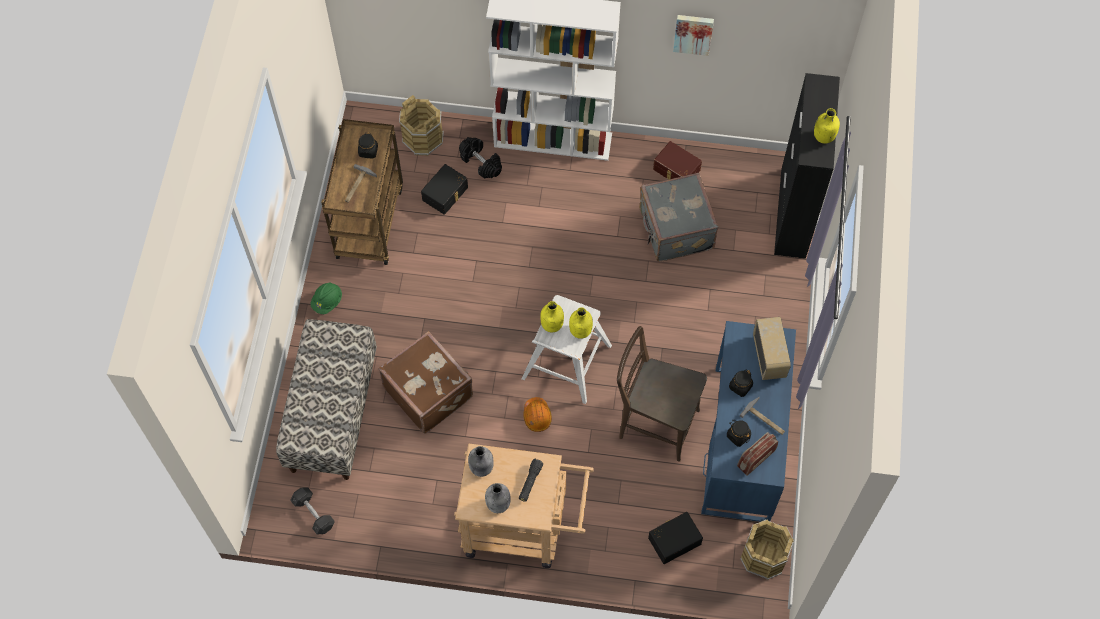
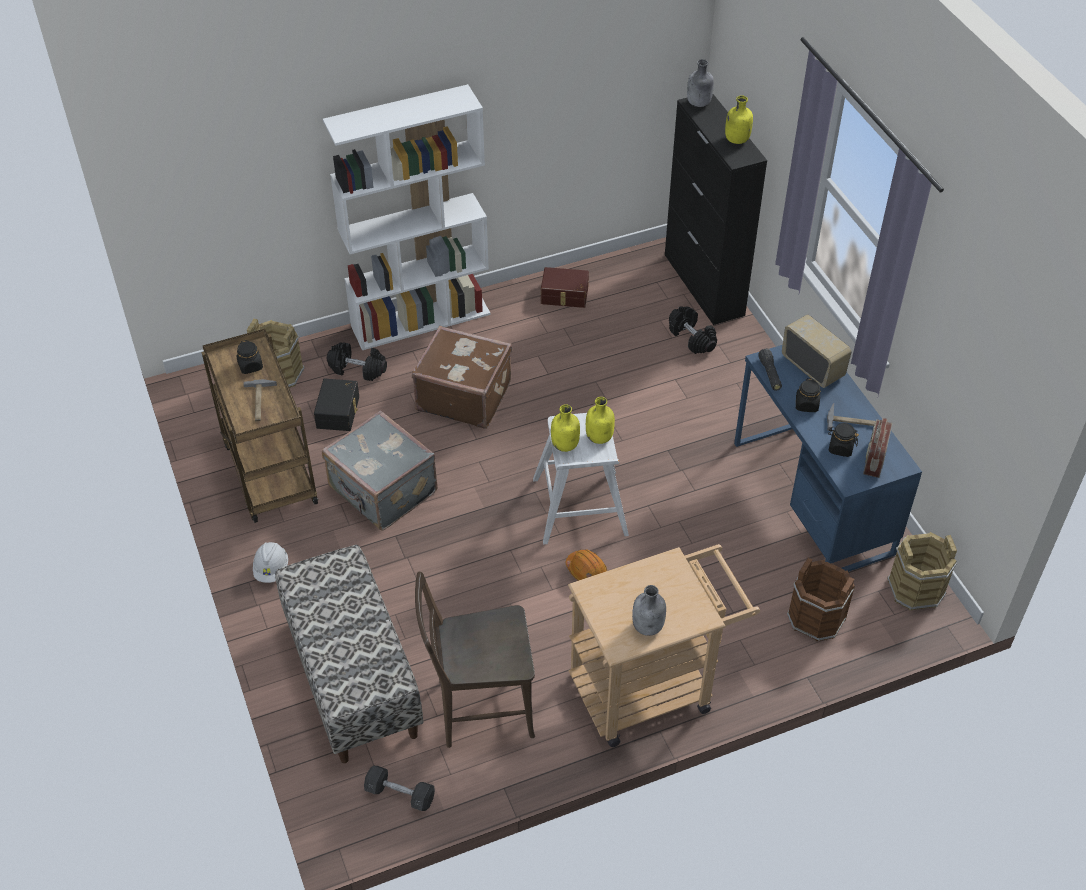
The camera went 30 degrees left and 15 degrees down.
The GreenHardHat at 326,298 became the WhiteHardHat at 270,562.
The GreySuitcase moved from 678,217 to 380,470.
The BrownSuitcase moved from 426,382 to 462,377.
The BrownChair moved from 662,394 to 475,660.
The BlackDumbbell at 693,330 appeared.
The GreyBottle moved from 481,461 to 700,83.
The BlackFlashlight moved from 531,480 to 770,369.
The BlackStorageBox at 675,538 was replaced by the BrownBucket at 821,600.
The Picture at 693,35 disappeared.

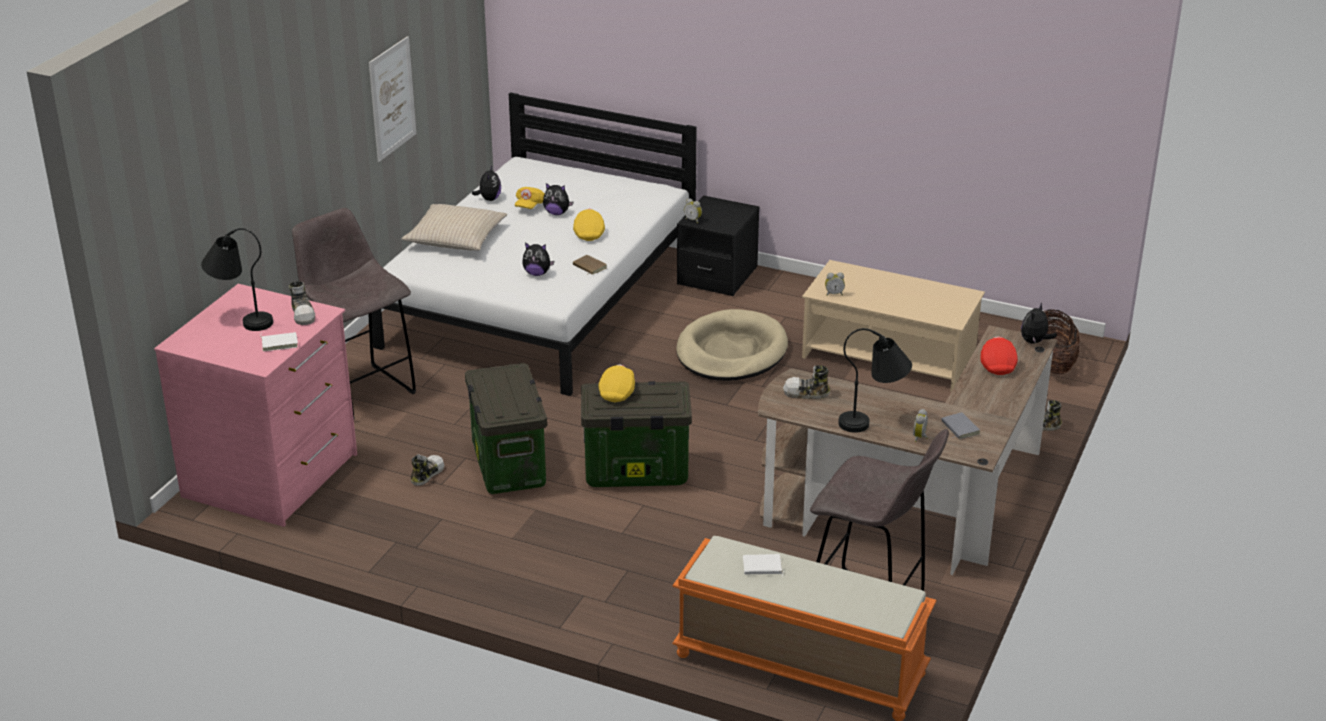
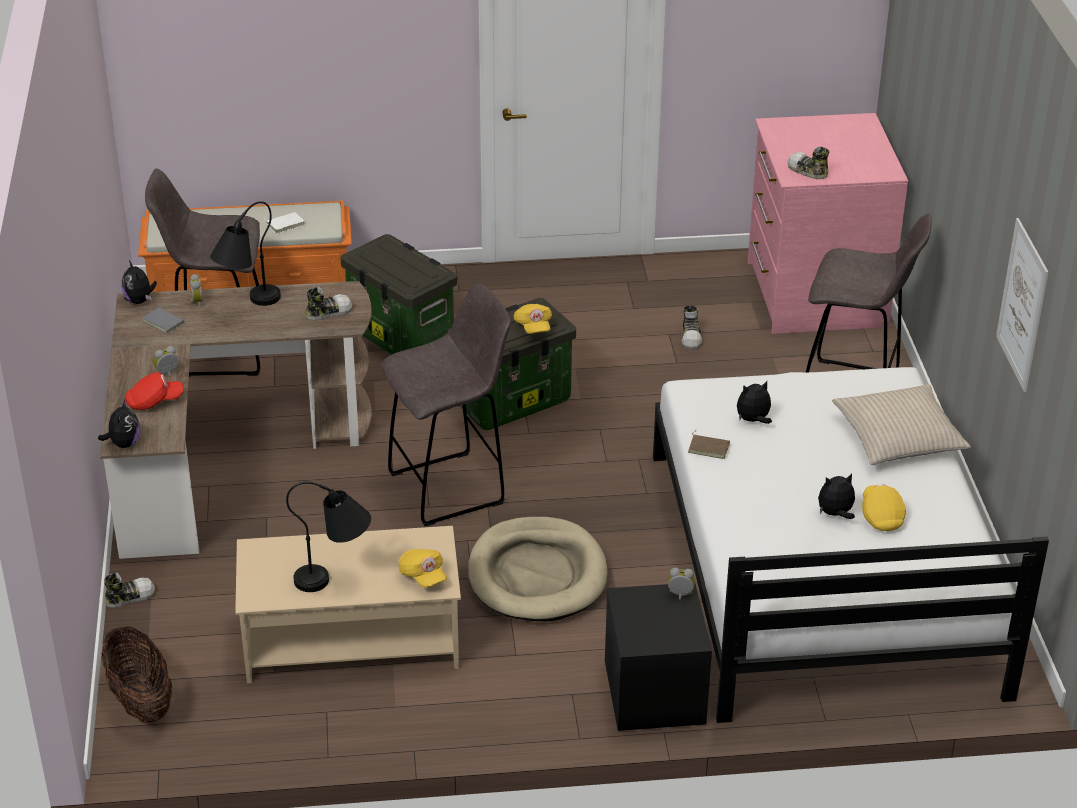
The camera went 150 degrees right and 5 degrees up.
The PlushToy moved from 486,183 to 139,282.
The RedCap at 999,356 turned 75 degrees counterclockwise.
The AlarmClock moved from 835,284 to 166,362.
The BlackTableLamp moved from 237,279 to 328,537.
The StorageBox moved from 506,428 to 398,294.
The GreyStool at 445,405 appeared.
The YellowCap moved from 589,225 to 423,568.
The WhiteBook at 279,341 disappeared.

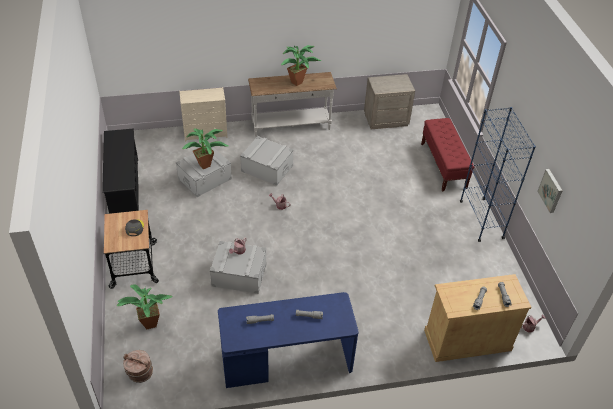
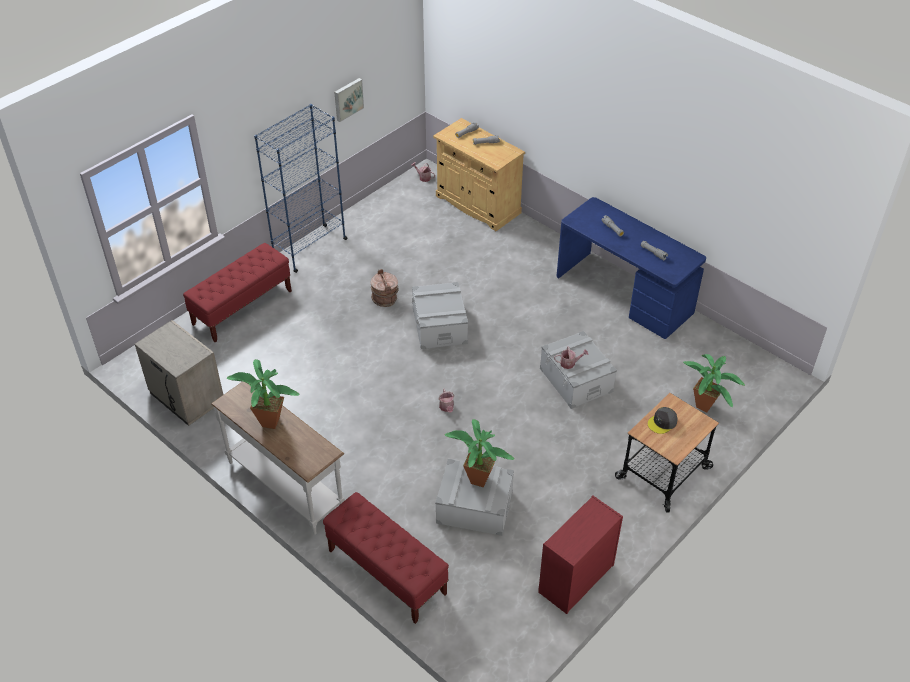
The camera went 125 degrees left and 0 degrees up.
The BeigeDresser at 203,114 was replaced by the RedBench at 386,558.
The BrownBucket moved from 138,366 to 385,288.
The GreyStorageBox moved from 267,161 to 440,315.
The BlackShoeRack at 120,171 was replaced by the RedDresser at 580,555.

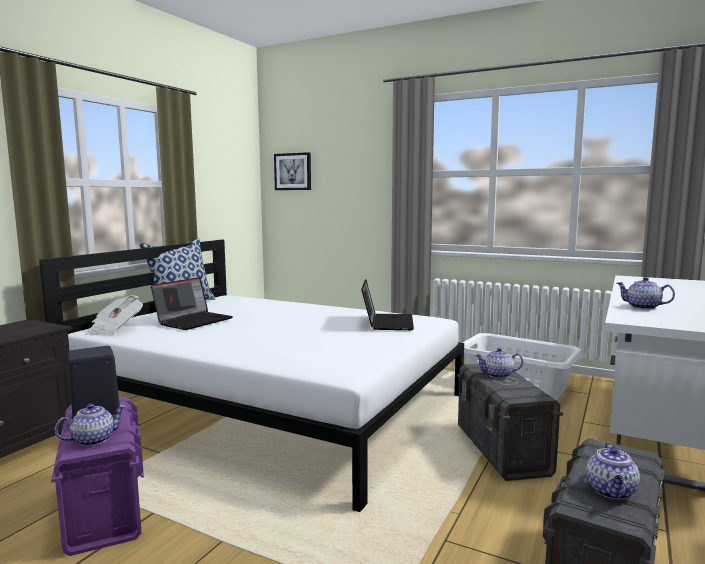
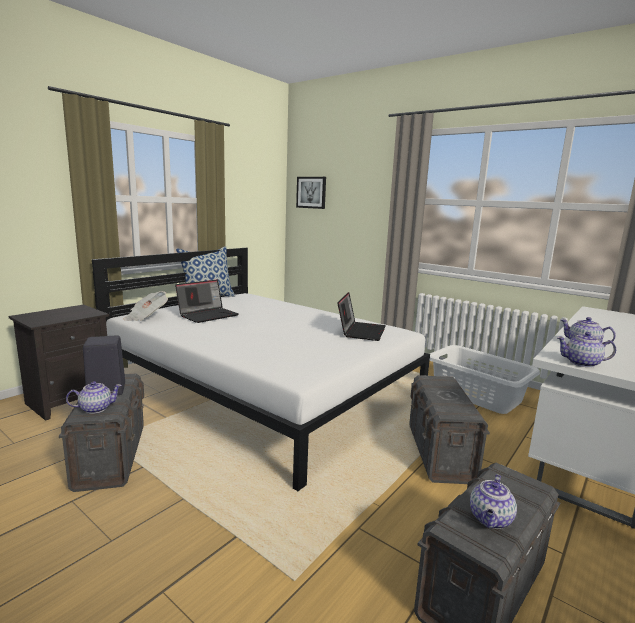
The camera went 10 degrees right and 5 degrees up.
The PurpleStorageBox at 97,476 became the GreyStorageBox at 101,433.
The Teapot moved from 499,363 to 586,350.

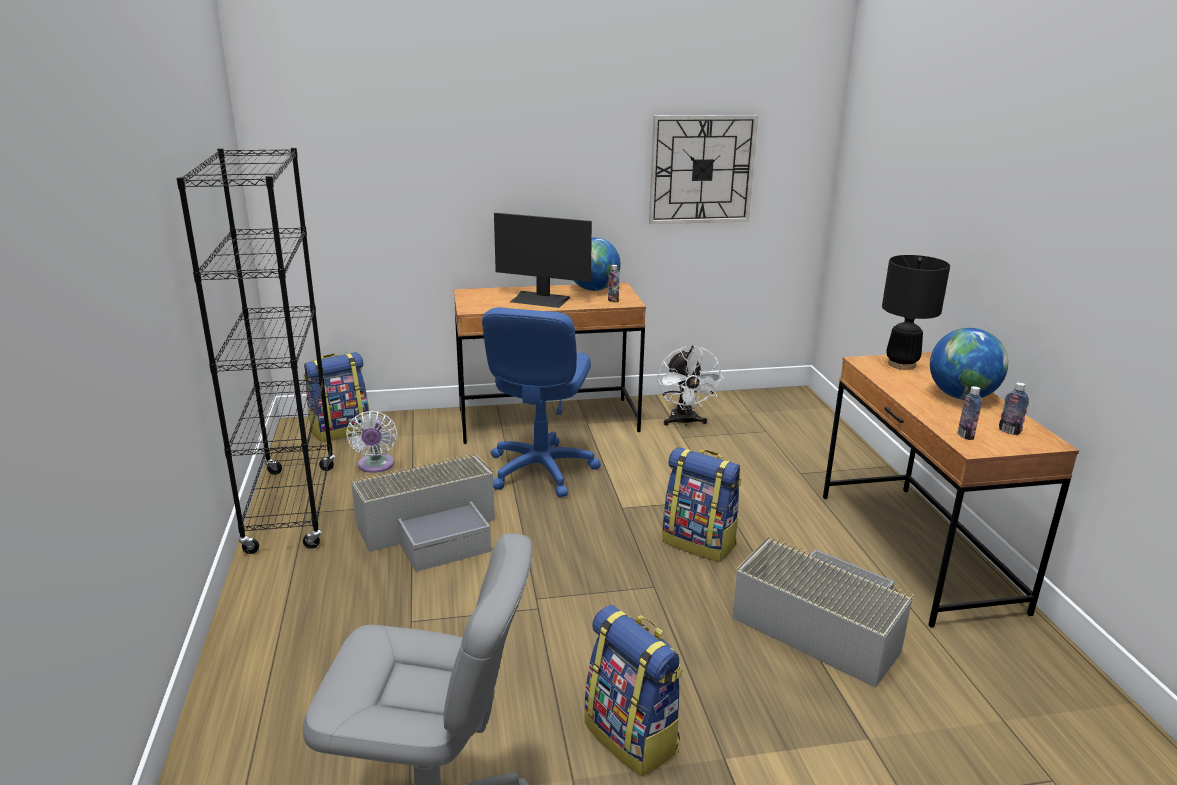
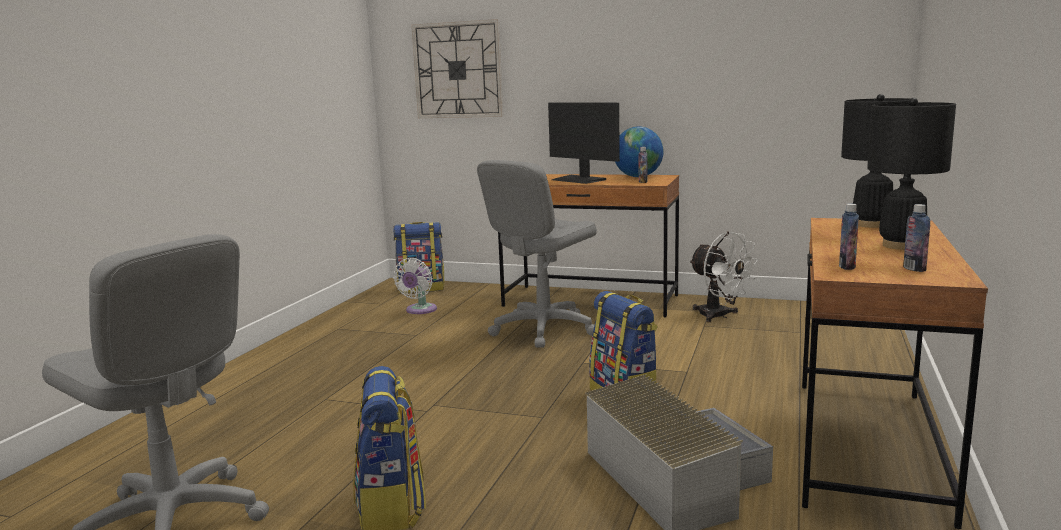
The camera went 30 degrees right and 10 degrees down.
The WallClock moved from 703,169 to 457,68.
The BlueOfficeChair at 541,402 became the GreyOfficeChair at 537,254.
The WhiteFan at 691,386 turned 60 degrees counterclockwise.
The Globe at 969,364 was replaced by the BlackTableLamp at 911,174.
The BlackBookcase at 255,351 disappeared.
The GreyStorageBox at 423,512 disappeared.

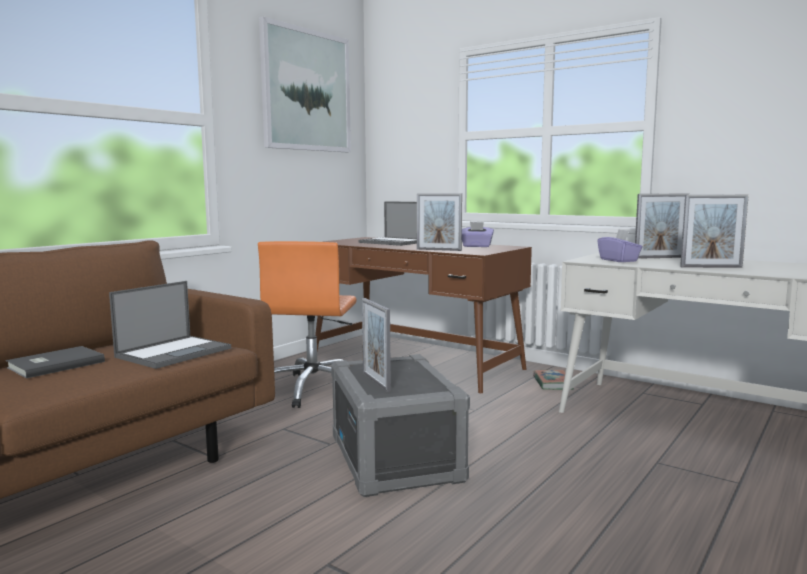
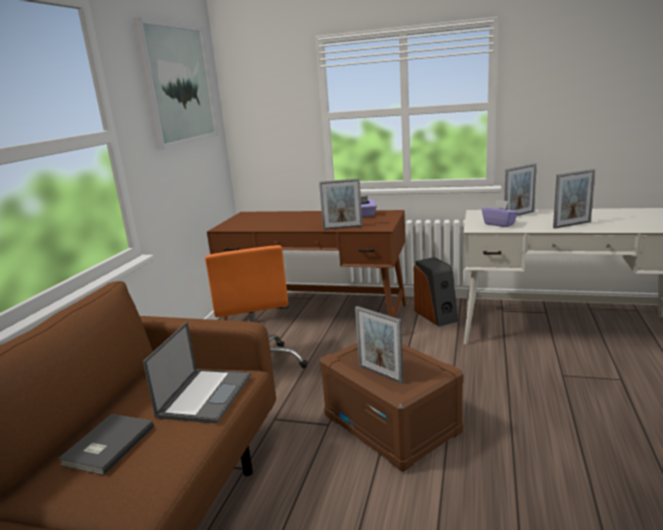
The camera went 20 degrees left and 10 degrees up.
The GreyStorageBox at 400,425 became the BrownStorageBox at 392,407.
The Book at 553,380 was replaced by the Speaker at 435,291.
The Laptop at 387,223 disappeared.

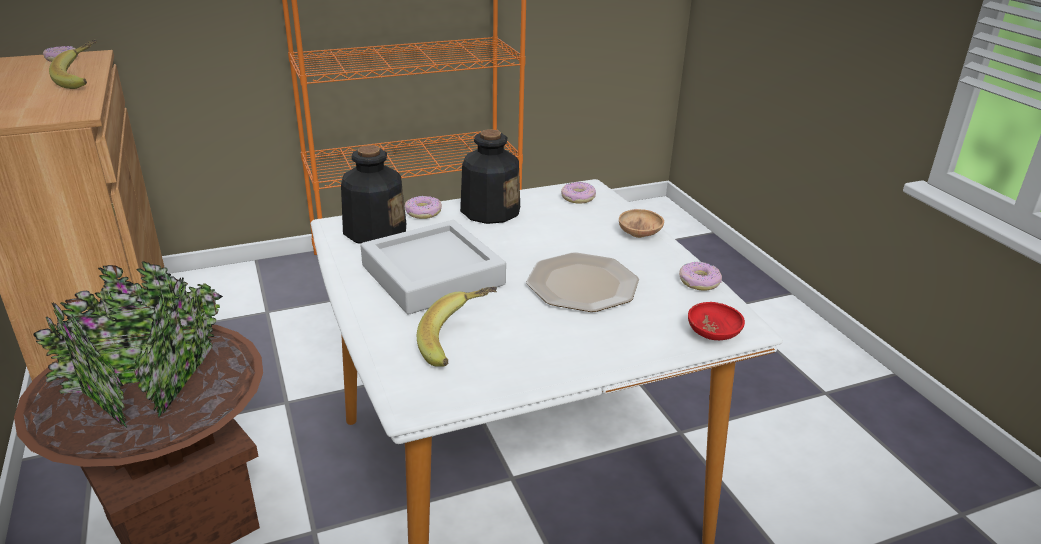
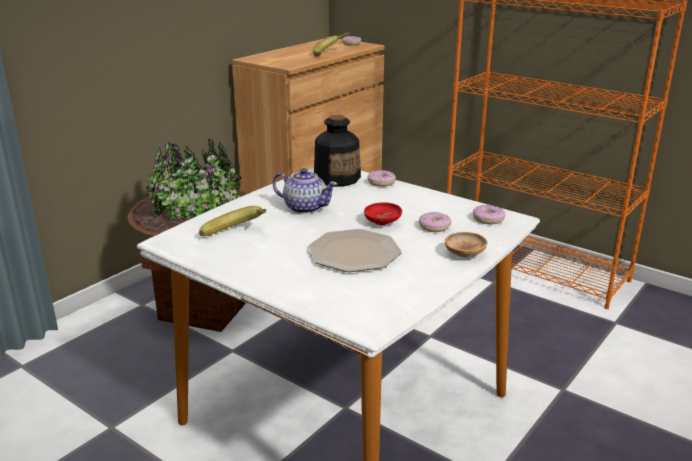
The camera went 60 degrees right and 5 degrees down.
The GreyTray at 433,267 was replaced by the Teapot at 305,191.
The RedBowl moved from 716,321 to 383,213.
The Donut moved from 700,276 to 434,222.
The Bottle at 490,176 disappeared.

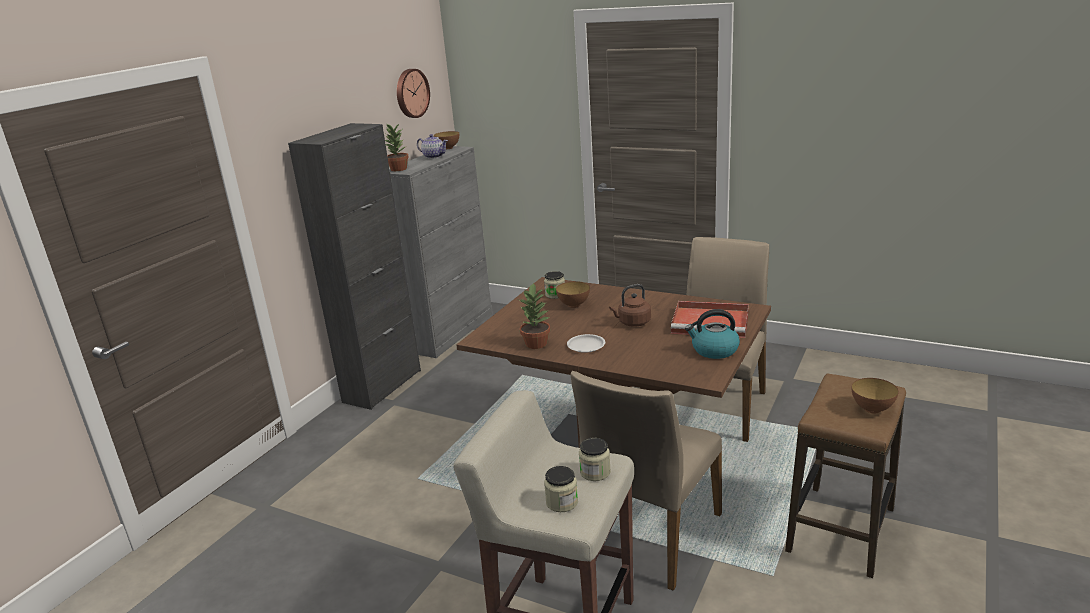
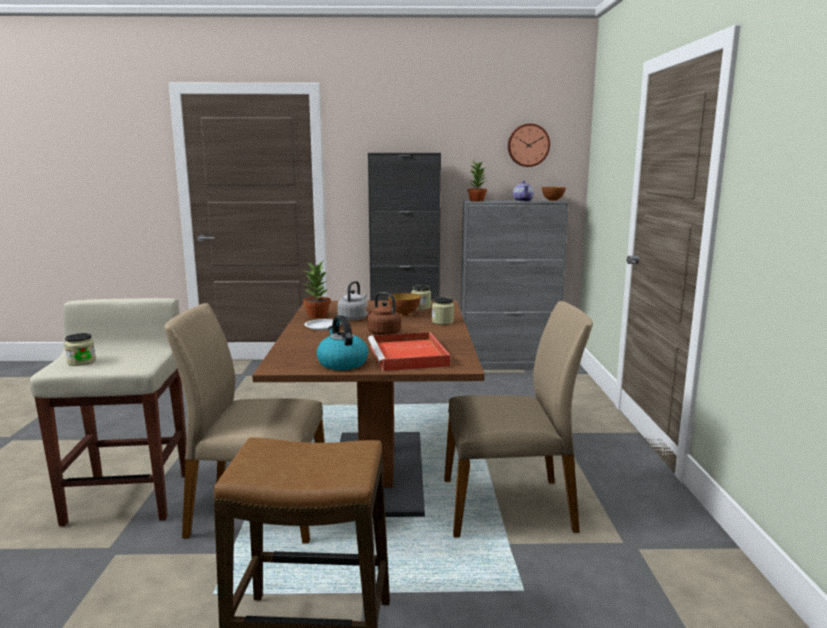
The camera went 60 degrees right and 10 degrees down.
The GreyKettle at 352,301 appeared.
The Jar moved from 595,459 to 443,311.
The Bowl at 875,396 disappeared.

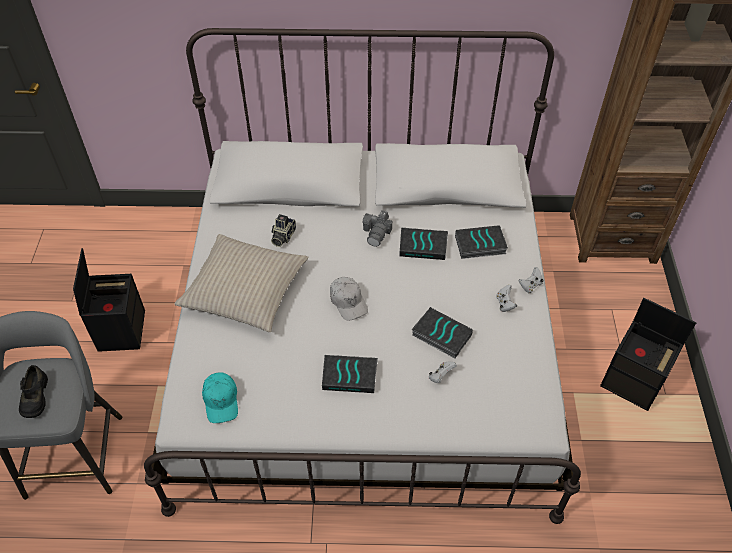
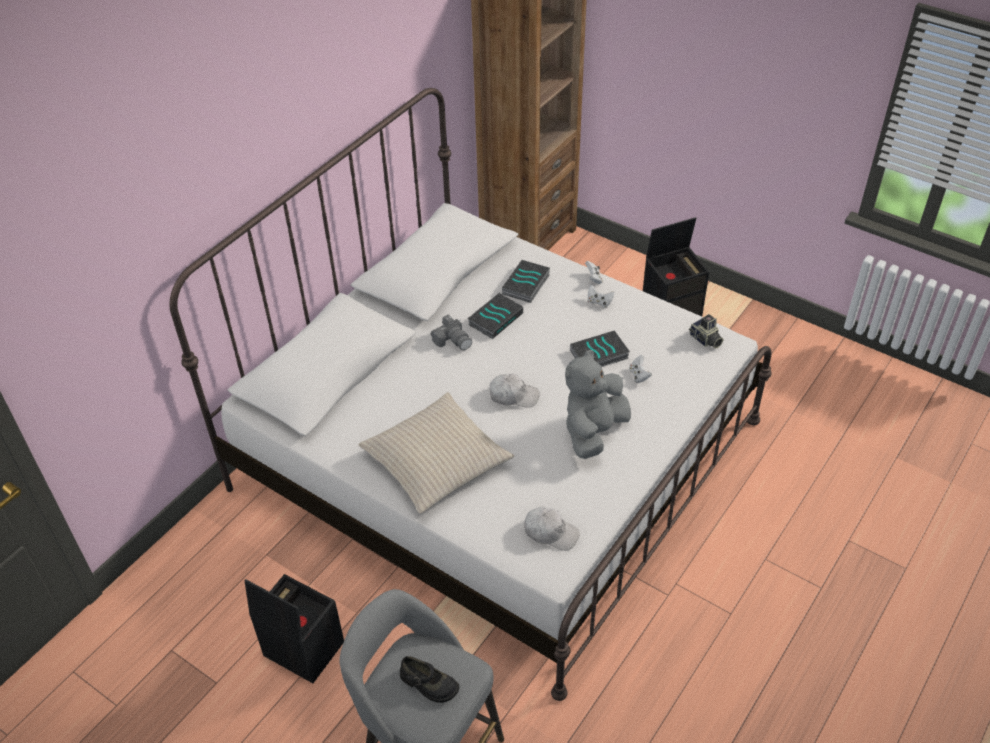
The camera went 55 degrees left and 5 degrees down.
The TurquoiseCap at 220,397 became the WhiteCap at 552,529.
The Book at 350,374 was replaced by the GreyPlushToy at 598,404.
The PhotoCamera moved from 283,230 to 706,331.

